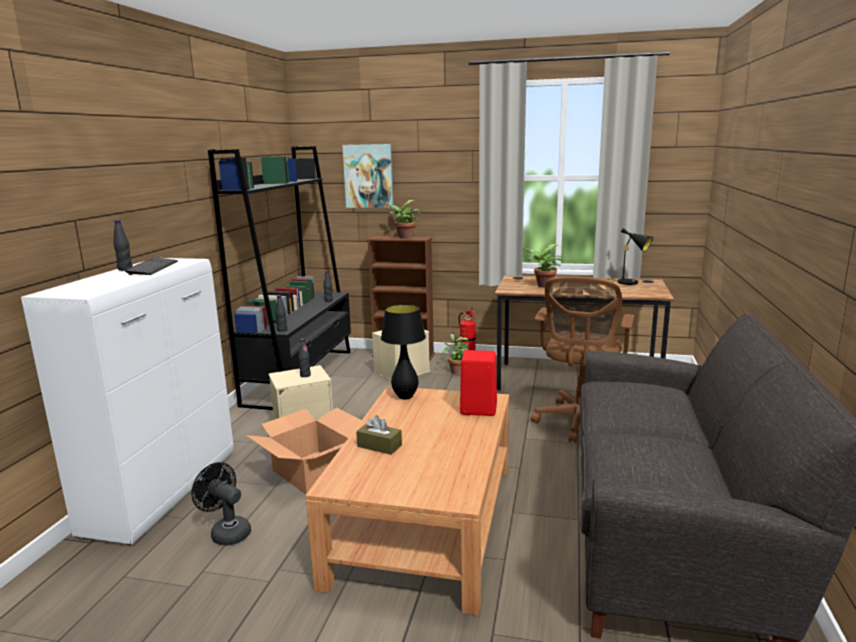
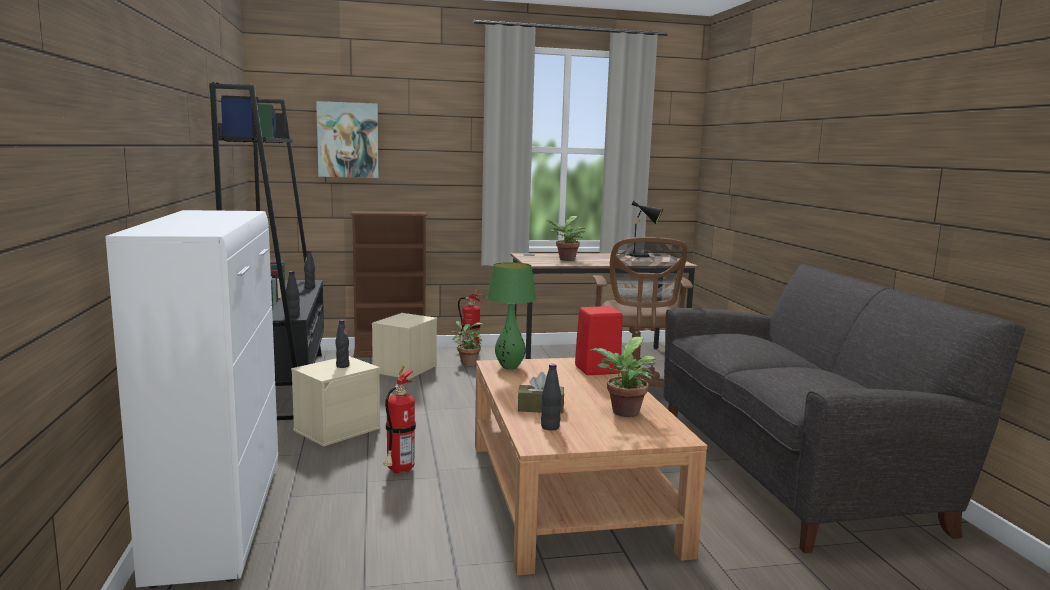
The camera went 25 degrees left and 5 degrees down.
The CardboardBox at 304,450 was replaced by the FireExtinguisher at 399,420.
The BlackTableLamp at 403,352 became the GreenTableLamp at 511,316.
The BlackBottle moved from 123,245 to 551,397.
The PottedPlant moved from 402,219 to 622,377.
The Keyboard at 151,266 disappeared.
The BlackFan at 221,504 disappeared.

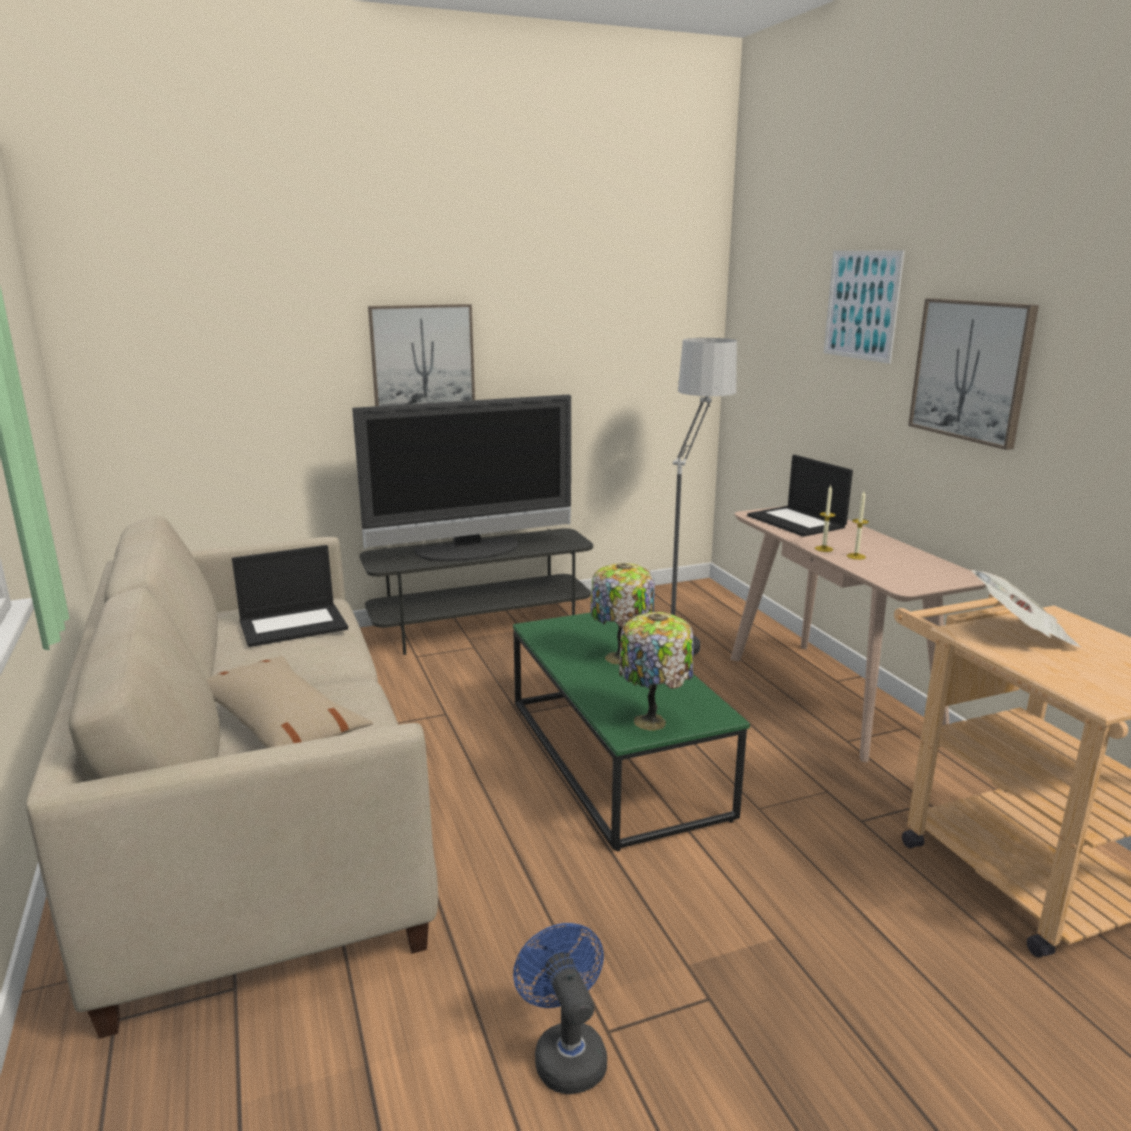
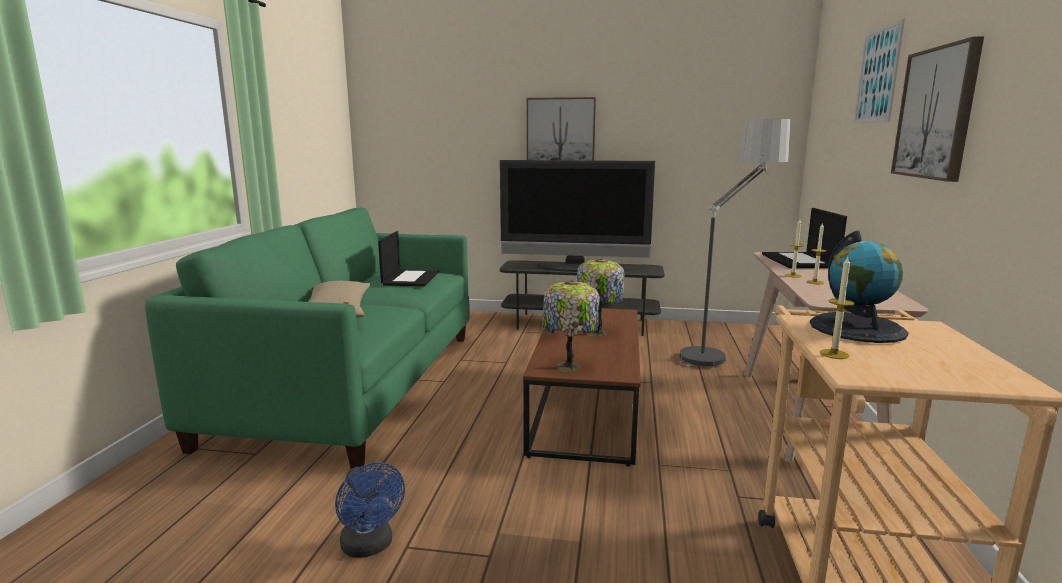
The camera went 30 degrees right and 5 degrees down.
The BeigeSofa at 232,777 became the GreenSofa at 307,338.
The BlueFan at 560,1008 turned 135 degrees clockwise.
The Laptop at 290,596 turned 90 degrees counterclockwise.
The GreenCoffeeTable at 631,732 became the BrownCoffeeTable at 582,387.
The Newspaper at 1025,608 was replaced by the Globe at 859,287.
The Candle at 837,308 appeared.

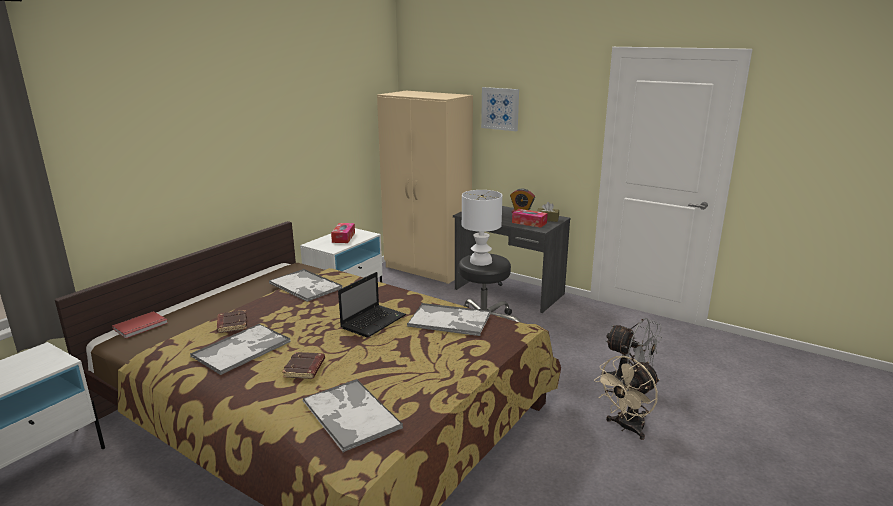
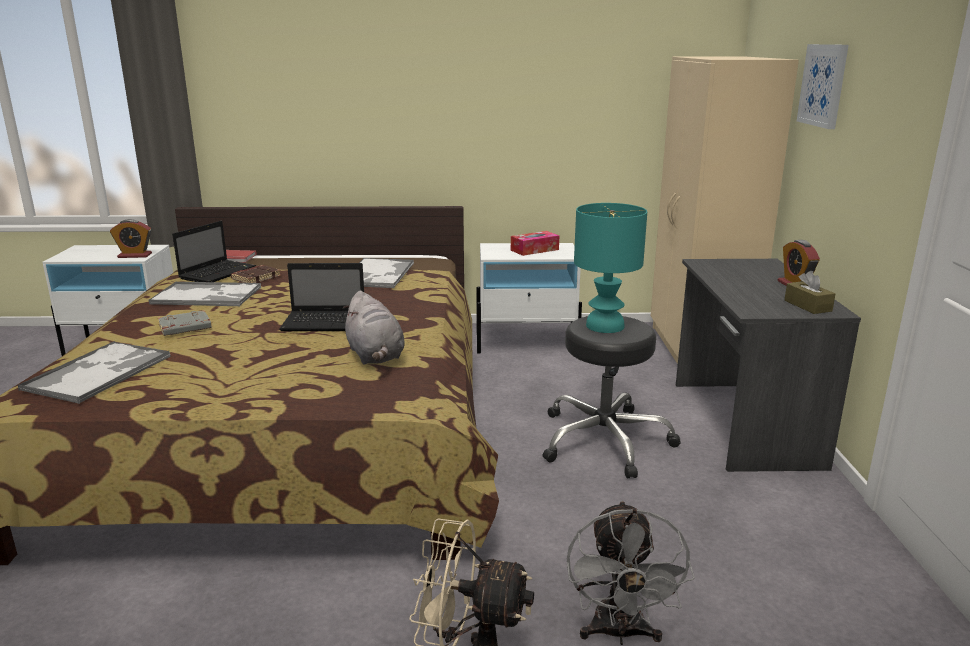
The camera went 55 degrees right and 0 degrees up.
The AlarmClock at 131,238 appeared.
The BrownBook at 303,365 became the GreyBook at 185,323.
The Laptop at 214,251 appeared.
The Tray at 449,319 was replaced by the GreyPlushToy at 374,327.
The WhiteTableLamp at 482,228 became the TurquoiseTableLamp at 610,268.
The TissueBox at 530,218 disappeared.

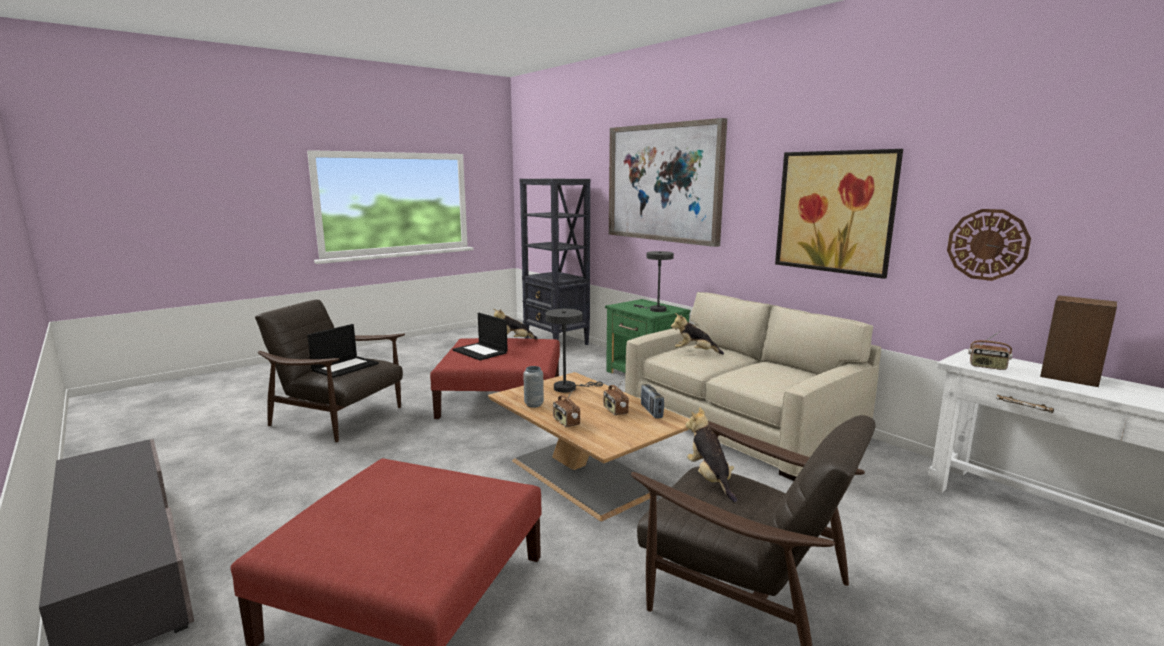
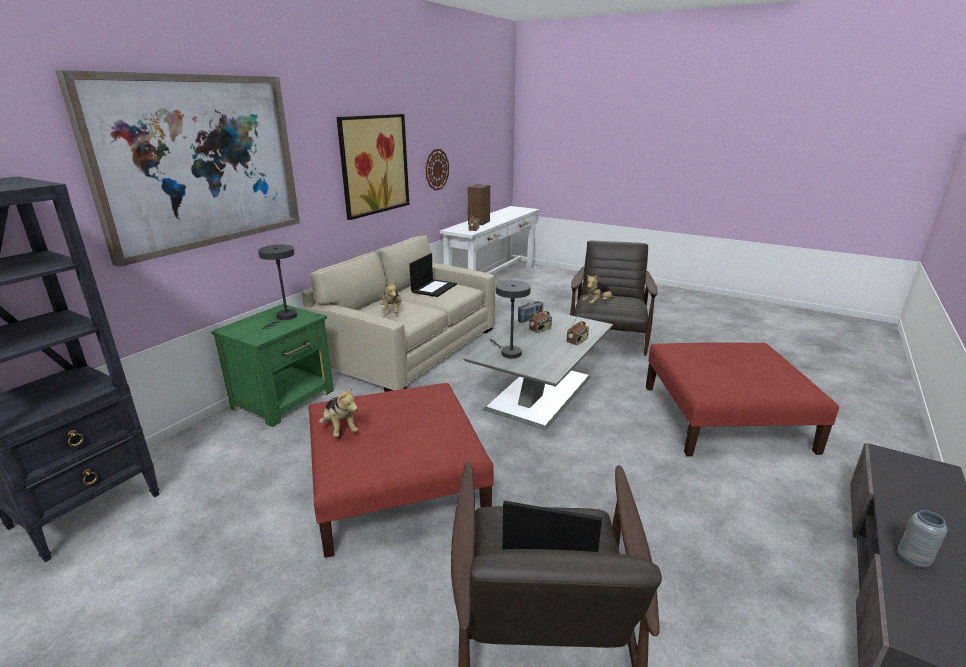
The camera went 110 degrees left and 10 degrees up.
The Laptop moved from 480,336 to 433,275.
The BrownCoffeeTable at 589,446 became the GreyCoffeeTable at 538,370.
The GreyVase moved from 533,387 to 923,539.

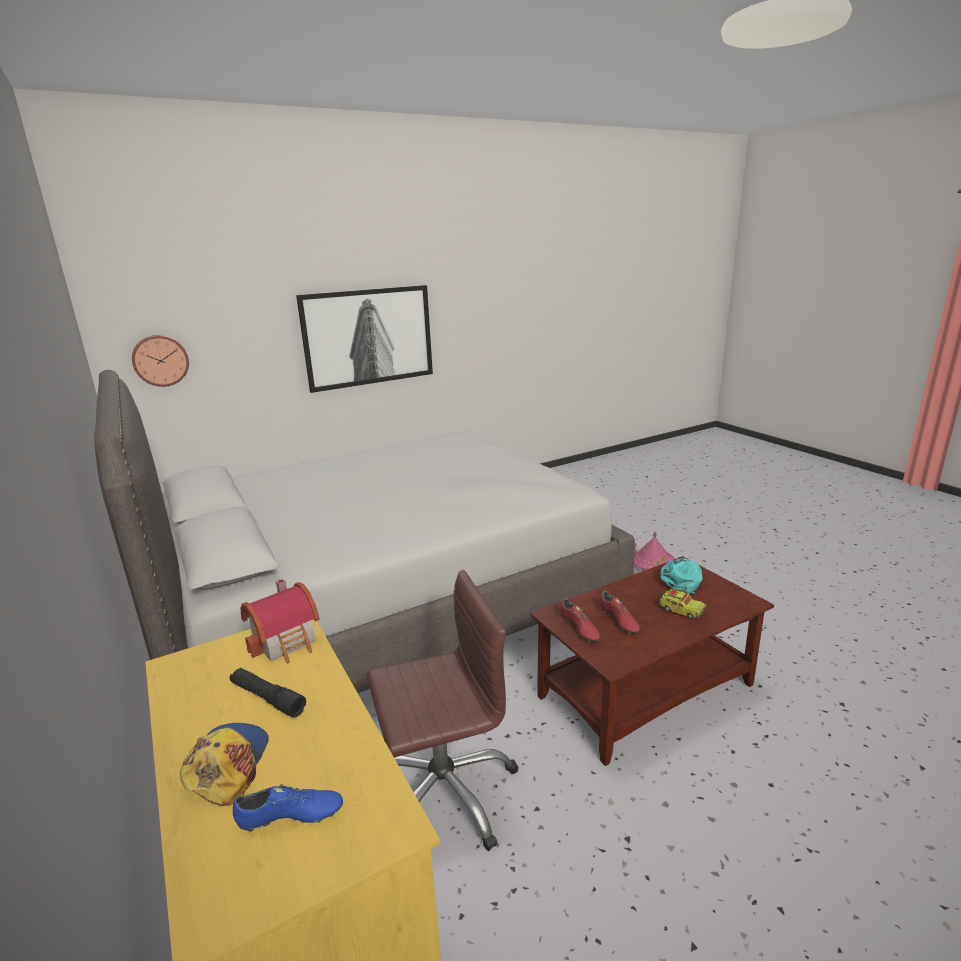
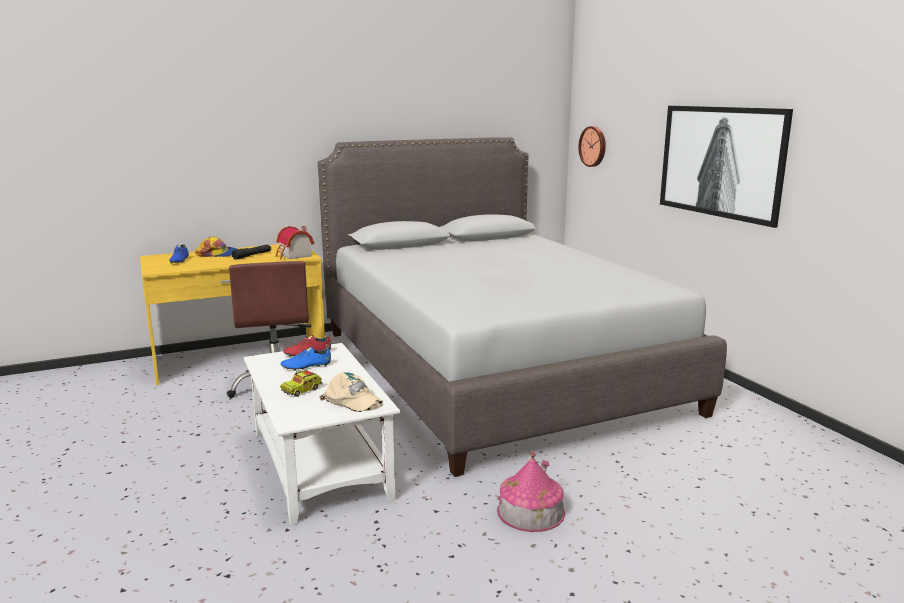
The camera went 95 degrees right and 5 degrees down.
The BrownCoffeeTable at 652,661 became the WhiteCoffeeTable at 322,434.
The RedShoe at 620,612 became the BlueShoe at 306,359.
The TurquoiseCap at 681,577 became the BeigeCap at 351,392.

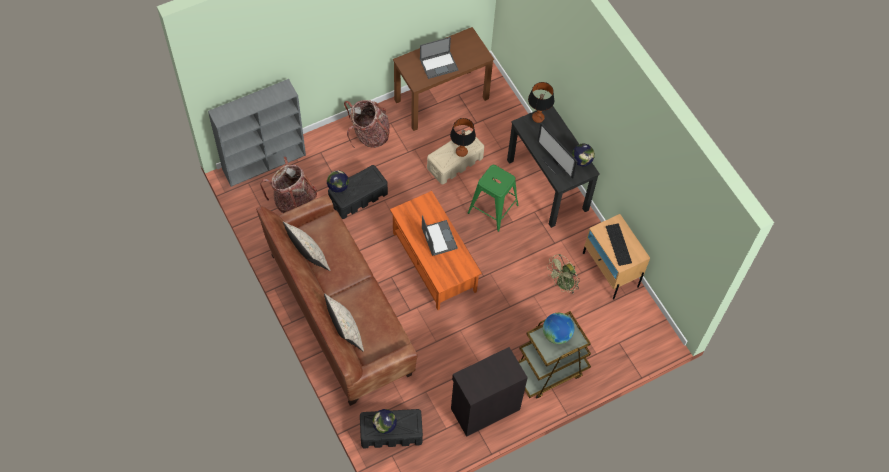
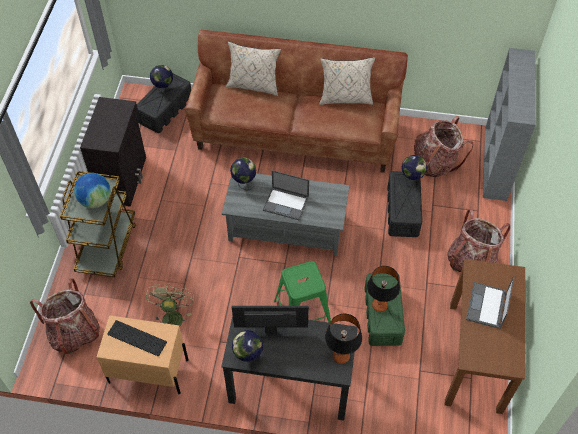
The camera went 130 degrees right and 5 degrees down.
The Backpack at 65,316 appeared.
The OrangeCoffeeTable at 436,250 became the GreyCoffeeTable at 286,214.
The Globe at 243,174 appeared.
The BeigeStorageBox at 455,157 became the GreenStorageBox at 385,309.

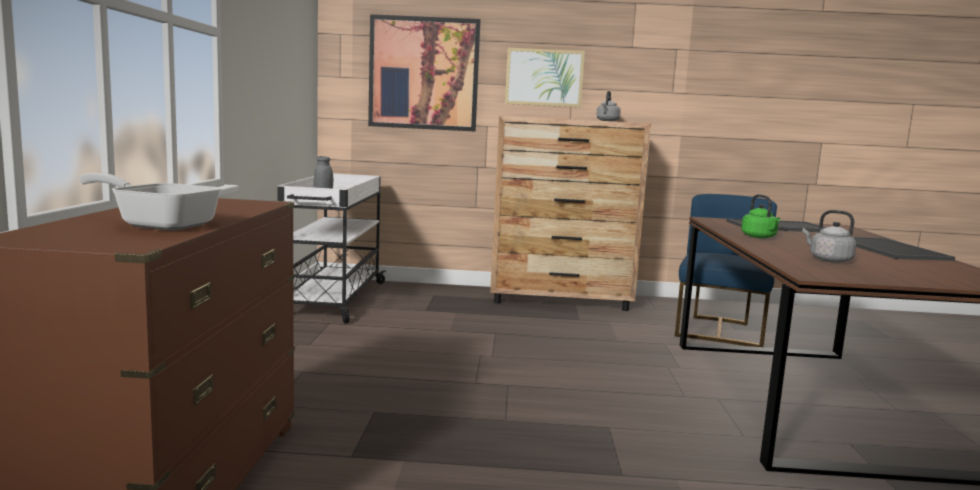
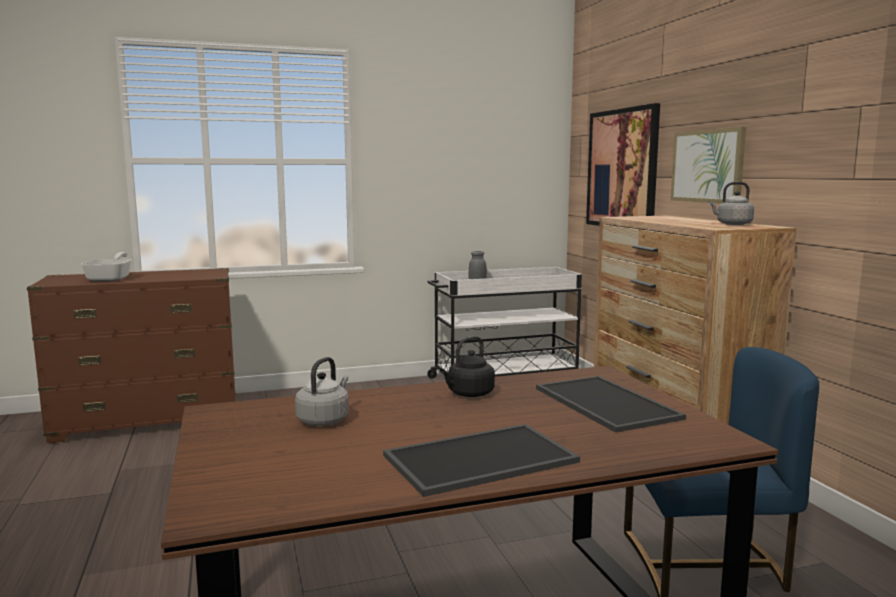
The camera went 70 degrees right and 0 degrees up.
The GreenKettle at 760,216 became the BlackKettle at 467,366.

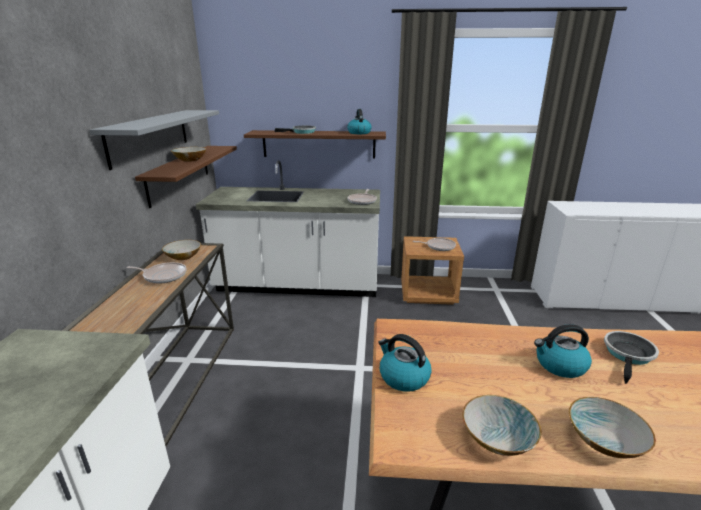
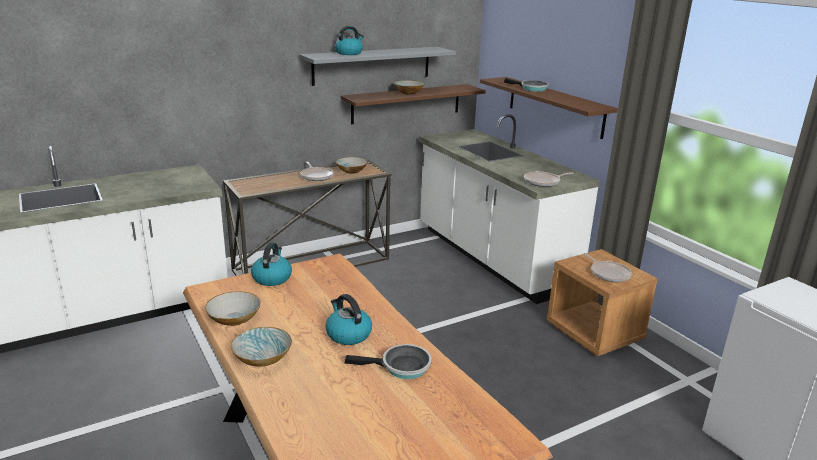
The camera went 55 degrees right and 0 degrees up.
The Kettle moved from 359,121 to 349,40.

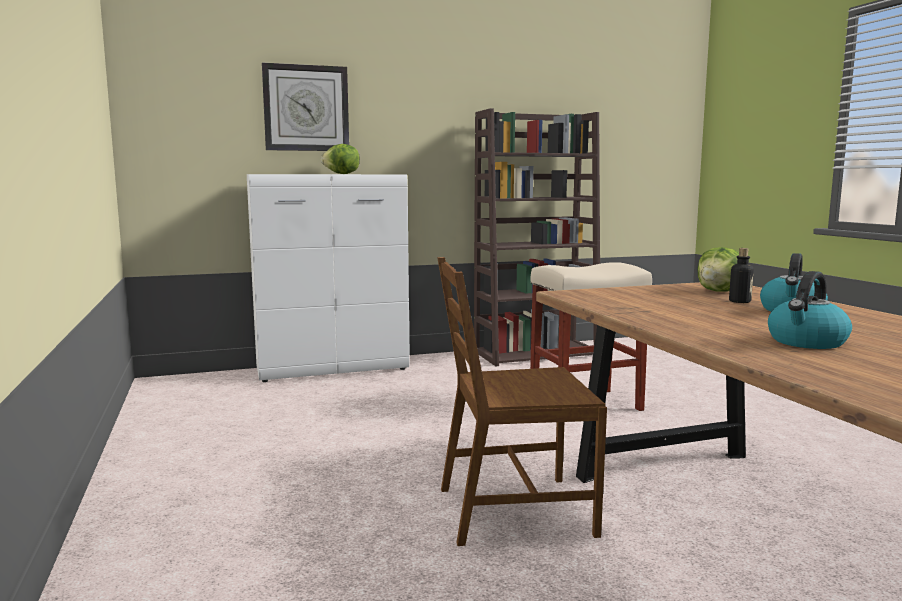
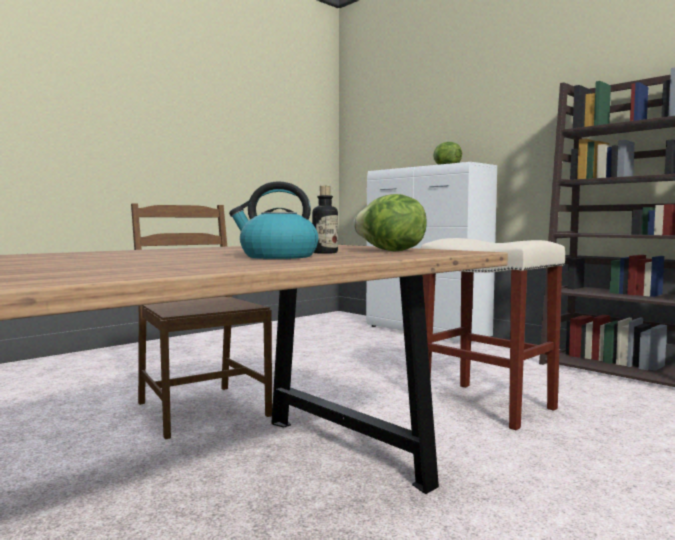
The camera went 65 degrees right and 5 degrees down.
The WallClock at 305,107 disappeared.
The Kettle at 810,310 disappeared.

